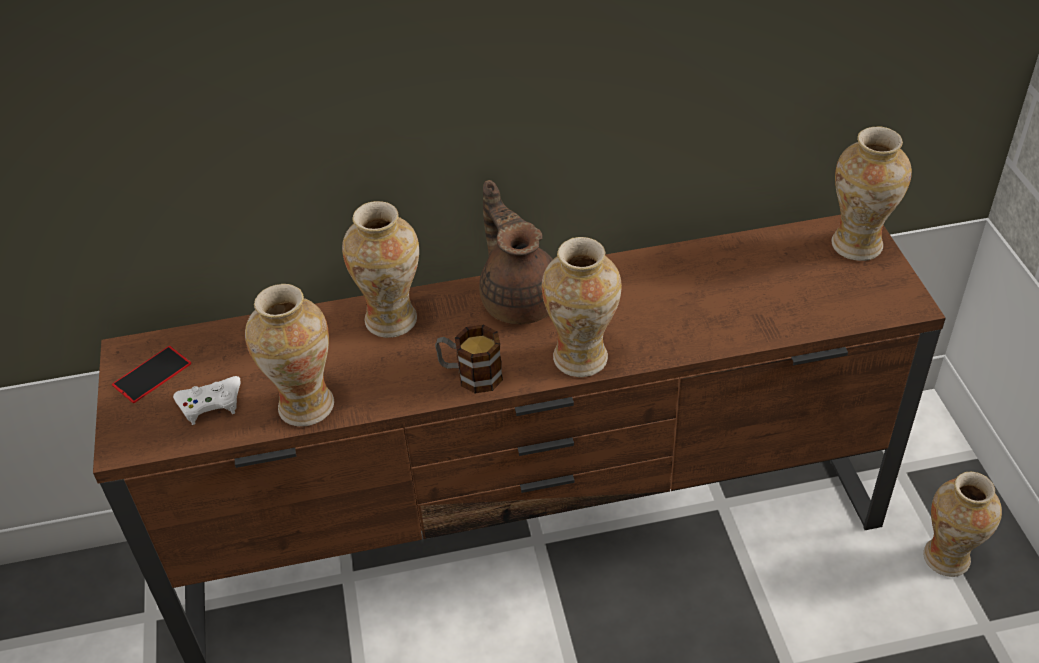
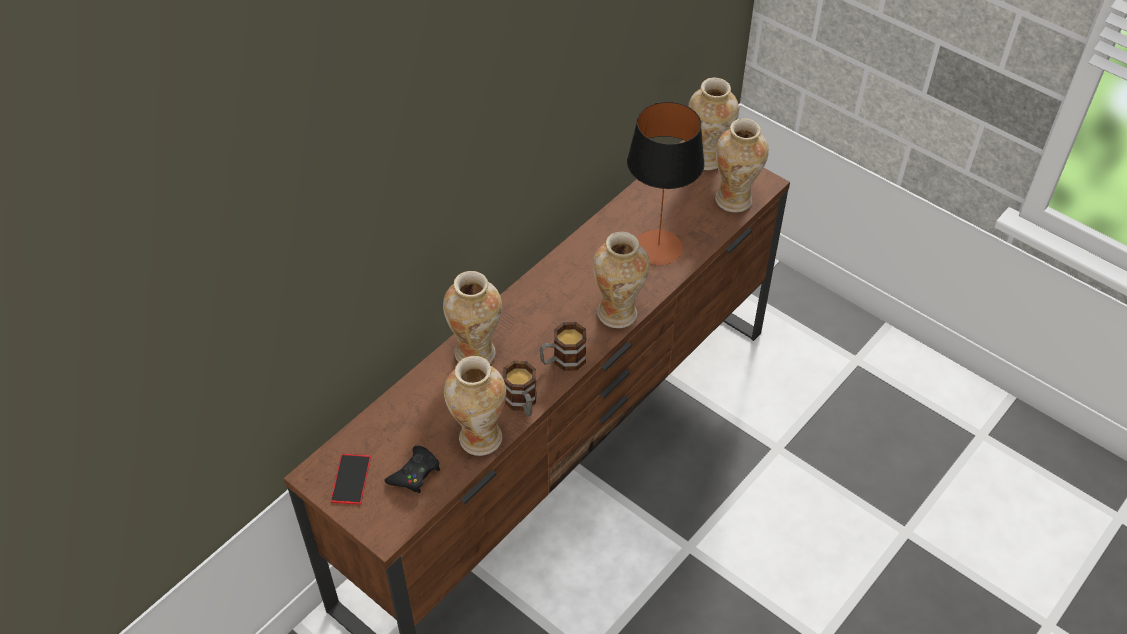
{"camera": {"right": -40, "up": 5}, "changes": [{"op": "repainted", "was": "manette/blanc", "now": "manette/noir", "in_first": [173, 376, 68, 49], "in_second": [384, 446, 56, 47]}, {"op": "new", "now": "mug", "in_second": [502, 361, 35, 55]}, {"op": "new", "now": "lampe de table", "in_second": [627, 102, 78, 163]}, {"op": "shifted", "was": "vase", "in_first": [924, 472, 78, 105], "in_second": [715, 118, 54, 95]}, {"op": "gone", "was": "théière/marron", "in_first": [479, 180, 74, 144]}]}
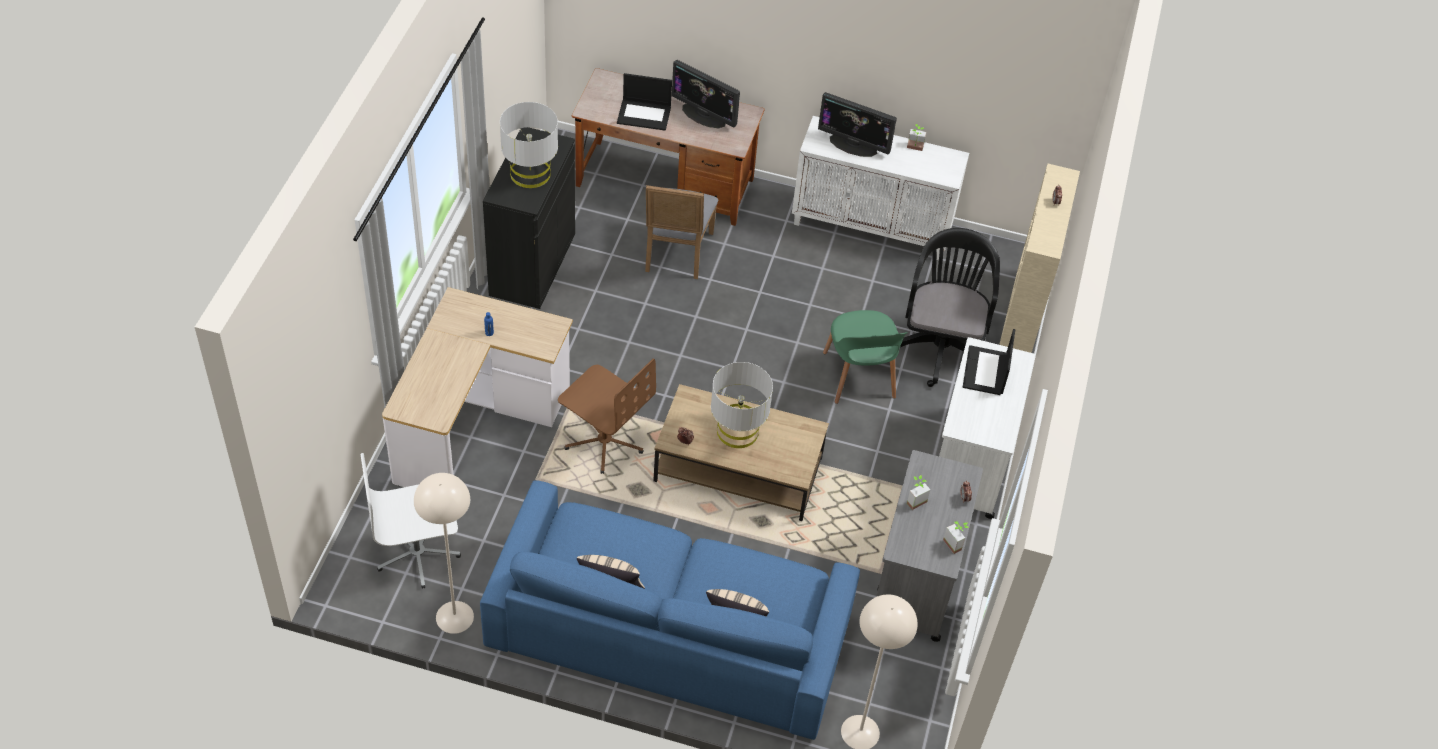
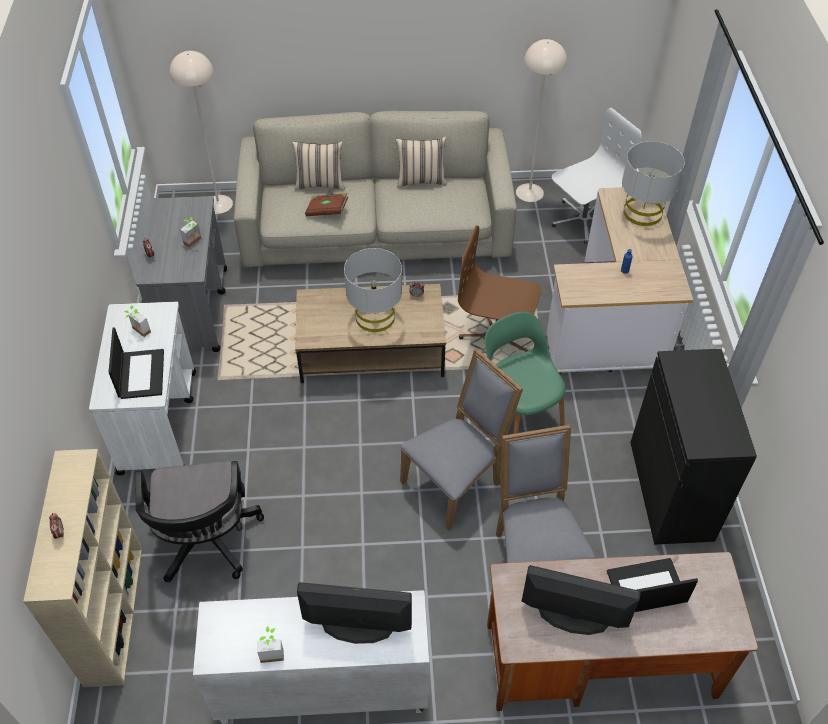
{"camera": {"right": 165, "up": 0}, "changes": [{"op": "shifted", "was": "plante en pot", "in_first": [943, 521, 26, 33], "in_second": [124, 305, 27, 32]}, {"op": "repainted", "was": "canapé/bleu", "now": "canapé/beige", "in_first": [480, 480, 380, 260], "in_second": [234, 111, 283, 156]}, {"op": "new", "now": "livre/marron", "in_second": [305, 193, 43, 23]}, {"op": "new", "now": "chaise/gris", "in_second": [400, 349, 123, 182]}, {"op": "shifted", "was": "chaise/vert", "in_first": [823, 310, 85, 94], "in_second": [485, 312, 80, 122]}, {"op": "shifted", "was": "lampe de table/gris", "in_first": [500, 102, 58, 86], "in_second": [622, 141, 63, 85]}]}
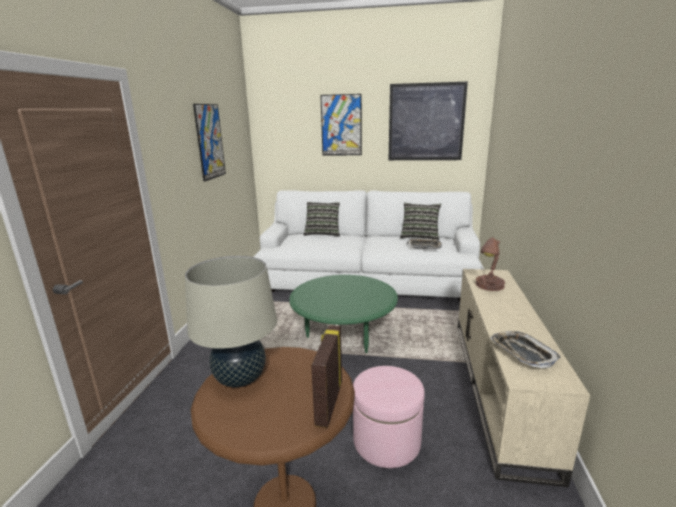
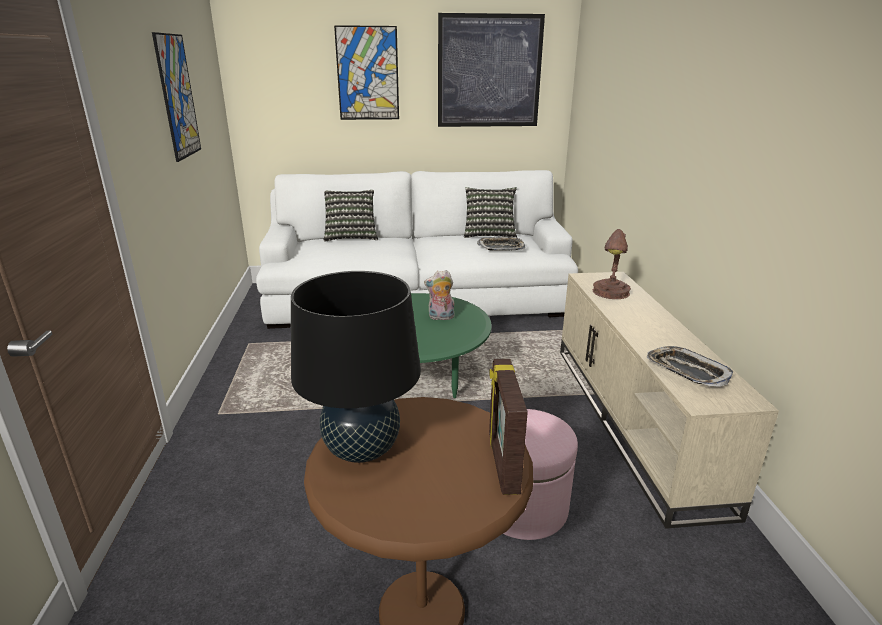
{"camera": {"right": -15, "up": 5}, "changes": [{"op": "repainted", "was": "lampe de table/beige", "now": "lampe de table/noir", "in_first": [185, 256, 92, 132], "in_second": [291, 271, 130, 192]}, {"op": "new", "now": "peluche", "in_second": [424, 270, 31, 50]}]}
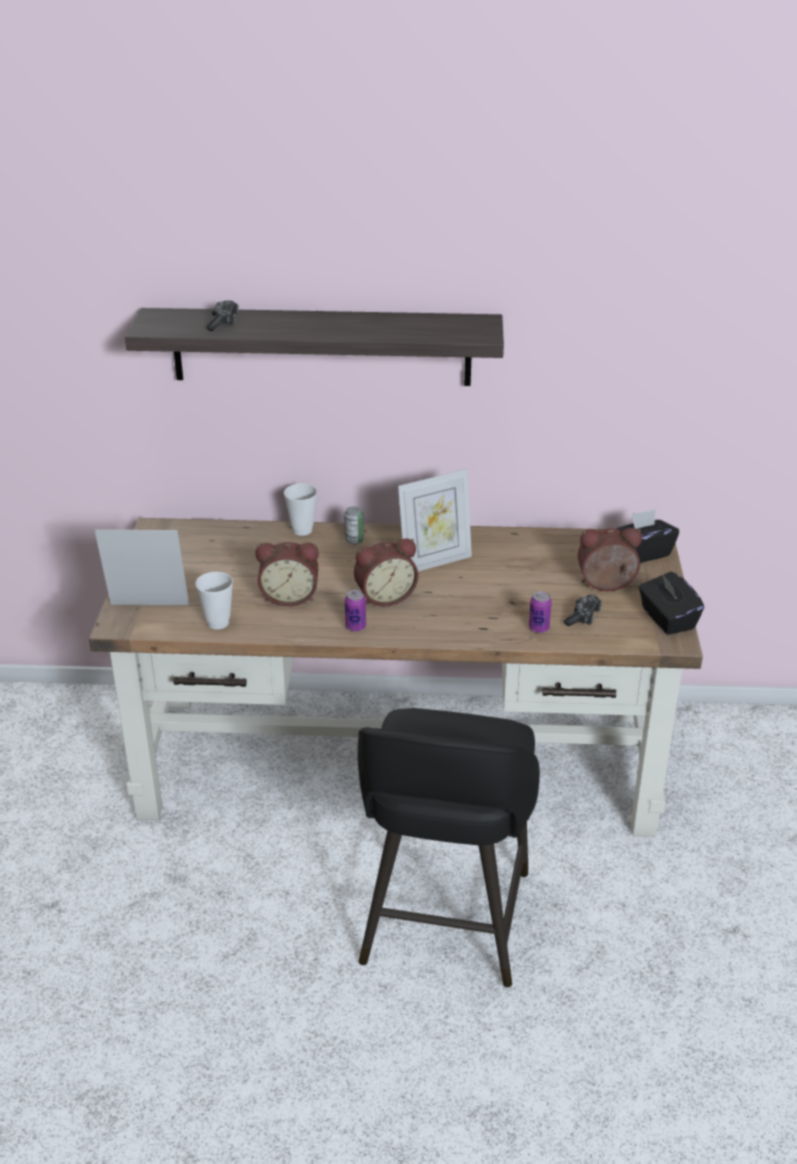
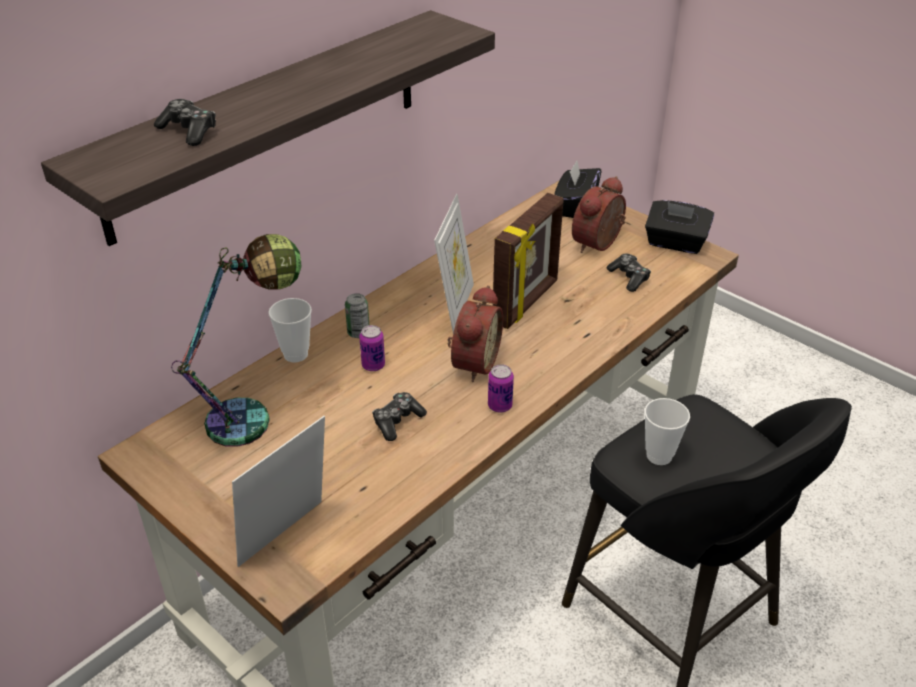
{"camera": {"right": -50, "up": 5}, "changes": [{"op": "new", "now": "lampe de table", "in_second": [171, 234, 131, 213]}, {"op": "shifted", "was": "boîte métallique", "in_first": [529, 591, 23, 42], "in_second": [359, 325, 26, 46]}, {"op": "swapped", "was": "réveil", "now": "manette", "in_first": [256, 542, 63, 64], "in_second": [372, 392, 55, 49]}, {"op": "new", "now": "cadre photo", "in_second": [493, 193, 71, 136]}, {"op": "shifted", "was": "tasse", "in_first": [195, 572, 38, 57], "in_second": [644, 398, 46, 67]}]}
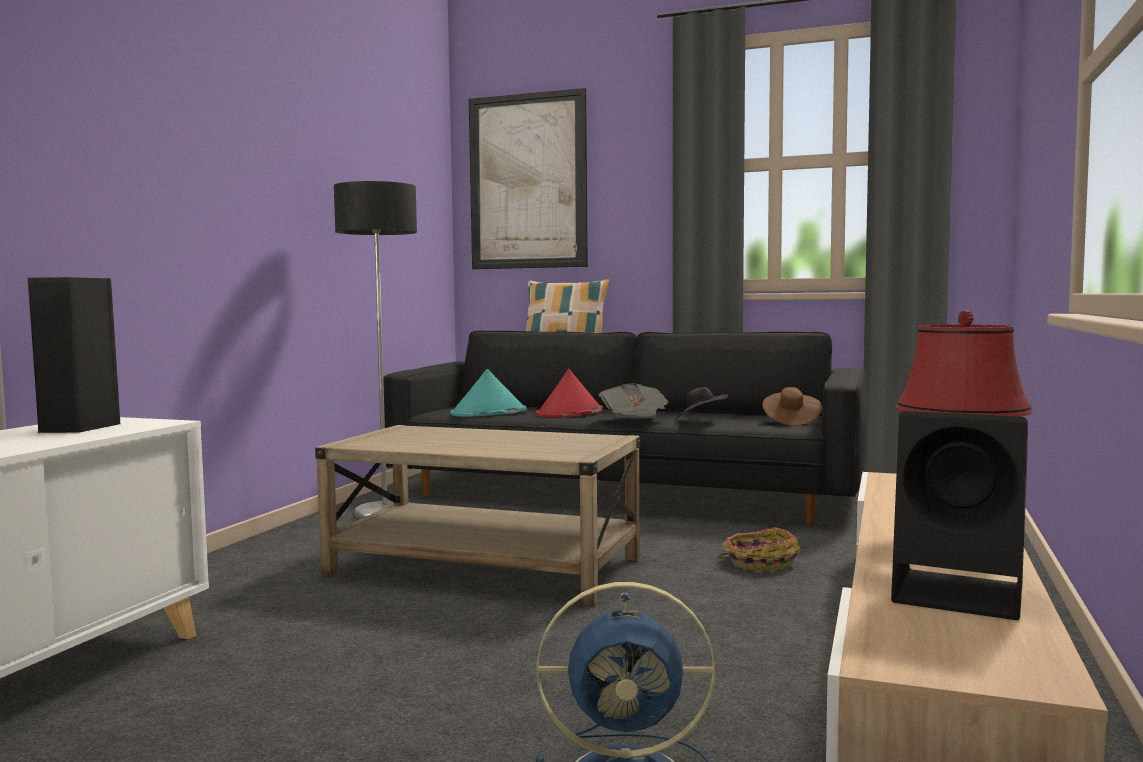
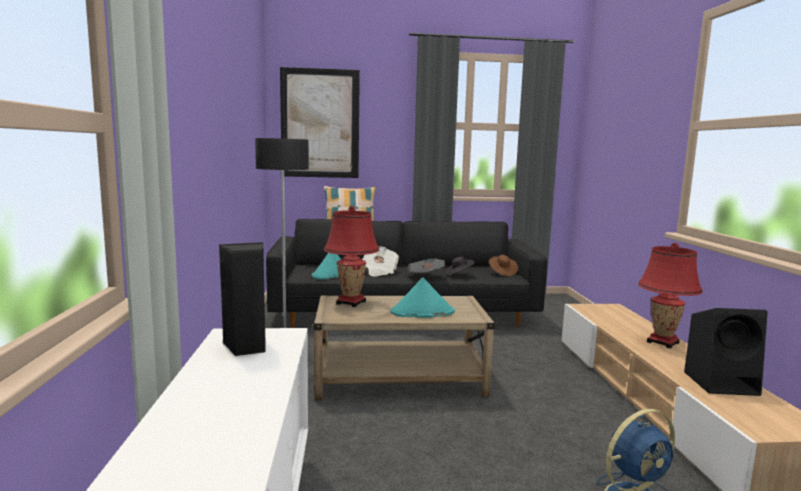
{"camera": {"right": -25, "up": 5}, "changes": [{"op": "new", "now": "lampe de table/rouge", "in_second": [324, 206, 55, 101]}, {"op": "swapped", "was": "chapeau/rouge", "now": "journal", "in_first": [536, 369, 67, 49], "in_second": [362, 246, 37, 30]}, {"op": "new", "now": "chapeau/turquoise", "in_second": [391, 277, 64, 41]}, {"op": "gone", "was": "panier", "in_first": [717, 527, 84, 44]}]}
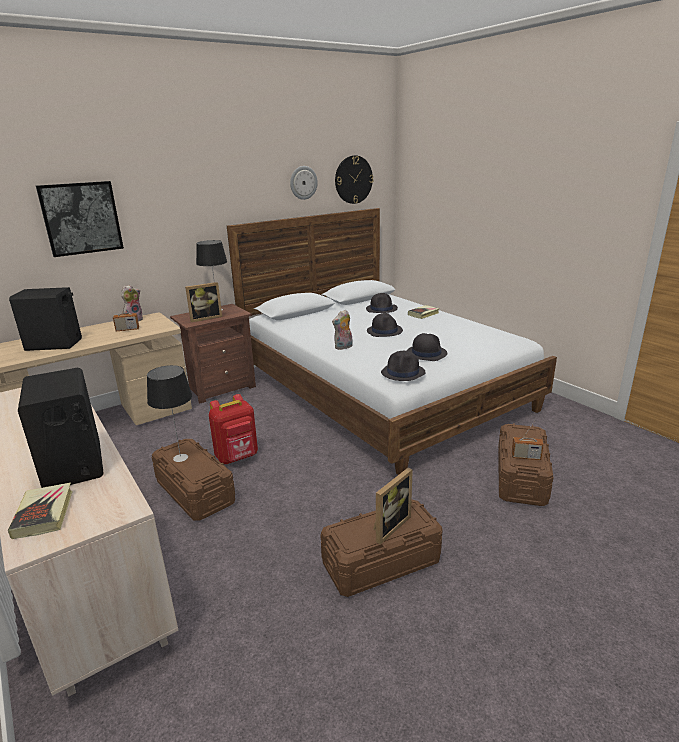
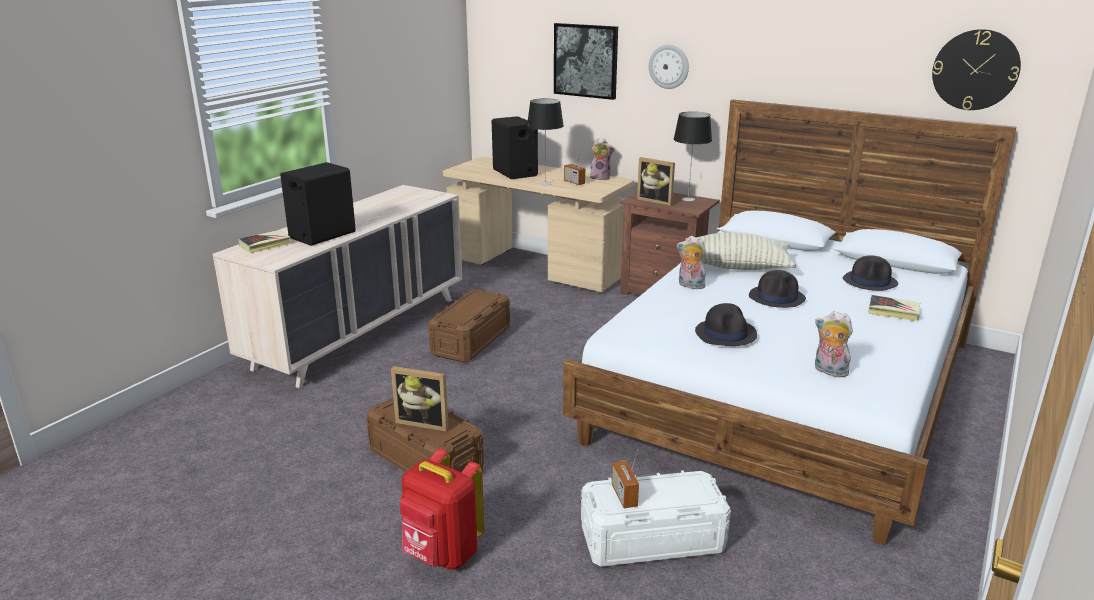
{"camera": {"right": 65, "up": 0}, "changes": [{"op": "shifted", "was": "sac à dos/rouge", "in_first": [209, 394, 49, 70], "in_second": [400, 449, 84, 121]}, {"op": "shifted", "was": "lampe de table", "in_first": [147, 365, 46, 97], "in_second": [527, 98, 37, 87]}, {"op": "repainted", "was": "boîte de rangement/marron", "now": "boîte de rangement/blanc", "in_first": [498, 423, 56, 83], "in_second": [581, 470, 150, 97]}, {"op": "shifted", "was": "horloge murale", "in_first": [290, 166, 28, 34], "in_second": [649, 45, 40, 44]}, {"op": "new", "now": "coussin", "in_second": [685, 232, 111, 38]}, {"op": "new", "now": "peluche", "in_second": [815, 311, 38, 67]}, {"op": "gone", "was": "chapeau/noir", "in_first": [381, 351, 45, 30]}]}
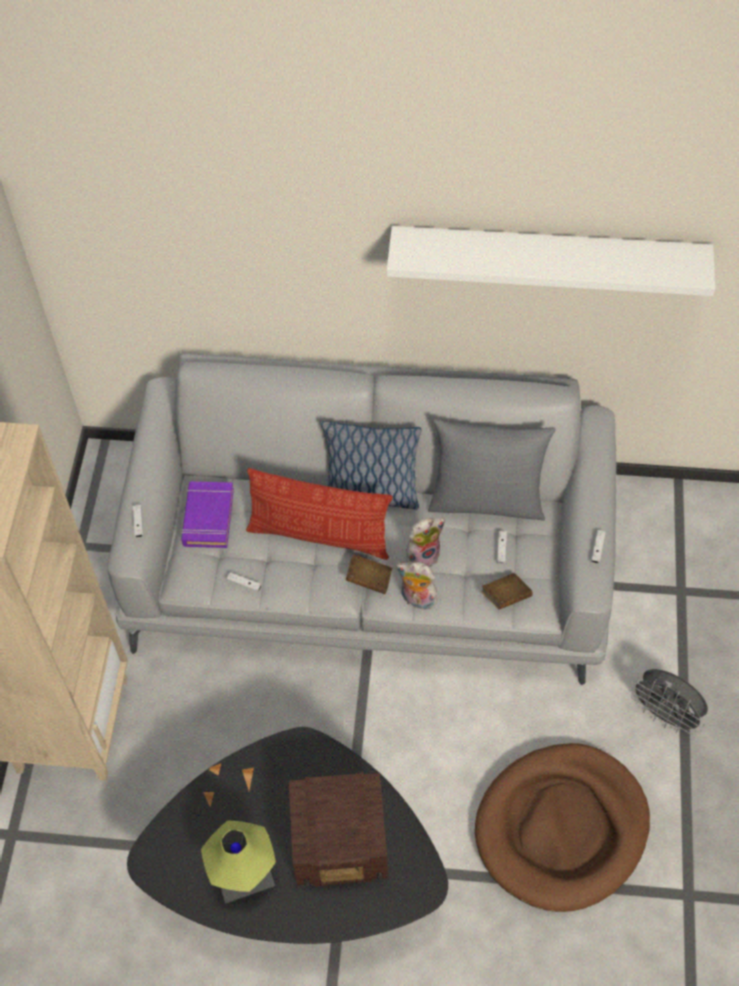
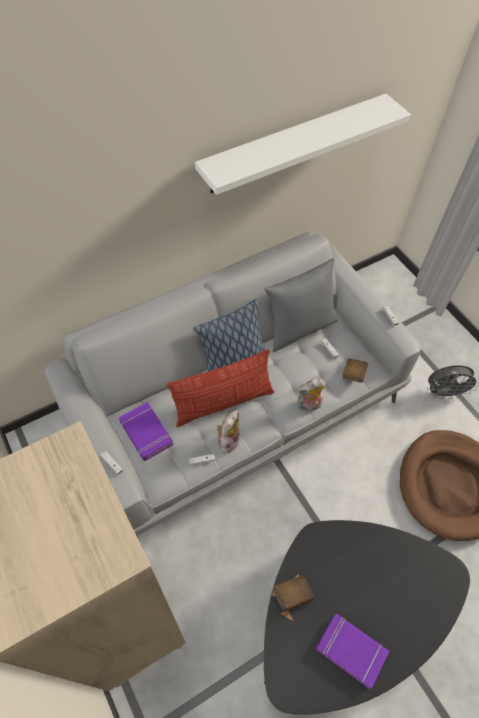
{"camera": {"right": -40, "up": 0}, "changes": [{"op": "shifted", "was": "peluche", "in_first": [406, 518, 39, 49], "in_second": [217, 410, 23, 44]}, {"op": "shifted", "was": "livre/marron", "in_first": [346, 554, 46, 40], "in_second": [273, 575, 41, 37]}, {"op": "swapped", "was": "lampe de table", "now": "livre/violet", "in_first": [201, 820, 75, 84], "in_second": [315, 614, 74, 75]}, {"op": "gone", "was": "radio", "in_first": [289, 772, 99, 115]}]}
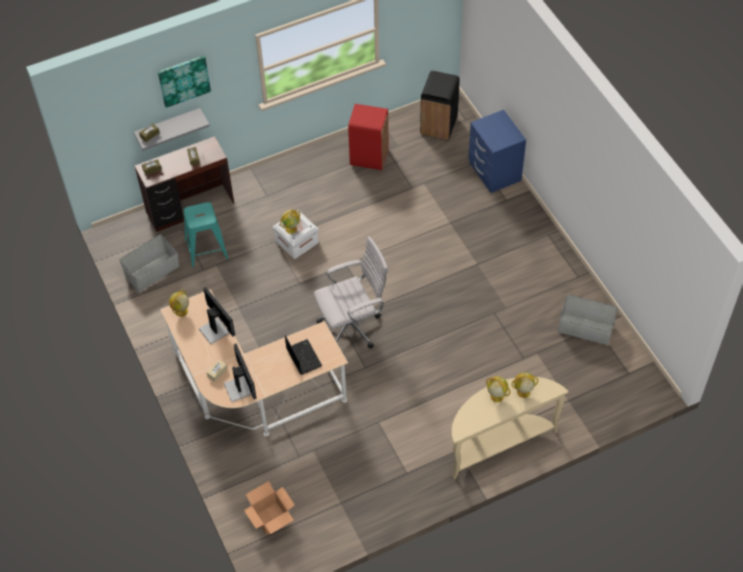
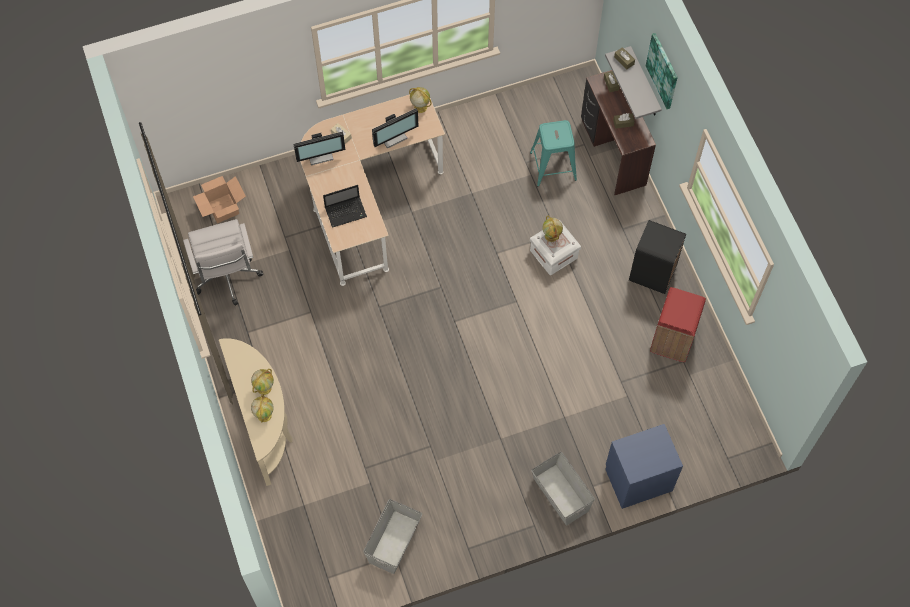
{"camera": {"right": 95, "up": 10}, "changes": [{"op": "shifted", "was": "chaise de bureau/blanc", "in_first": [314, 236, 74, 112], "in_second": [183, 219, 80, 87]}, {"op": "shifted", "was": "boîte de rangement/gris", "in_first": [119, 234, 60, 58], "in_second": [532, 452, 63, 73]}, {"op": "shifted", "was": "poubelle/noir", "in_first": [420, 71, 40, 70], "in_second": [629, 220, 57, 74]}]}
